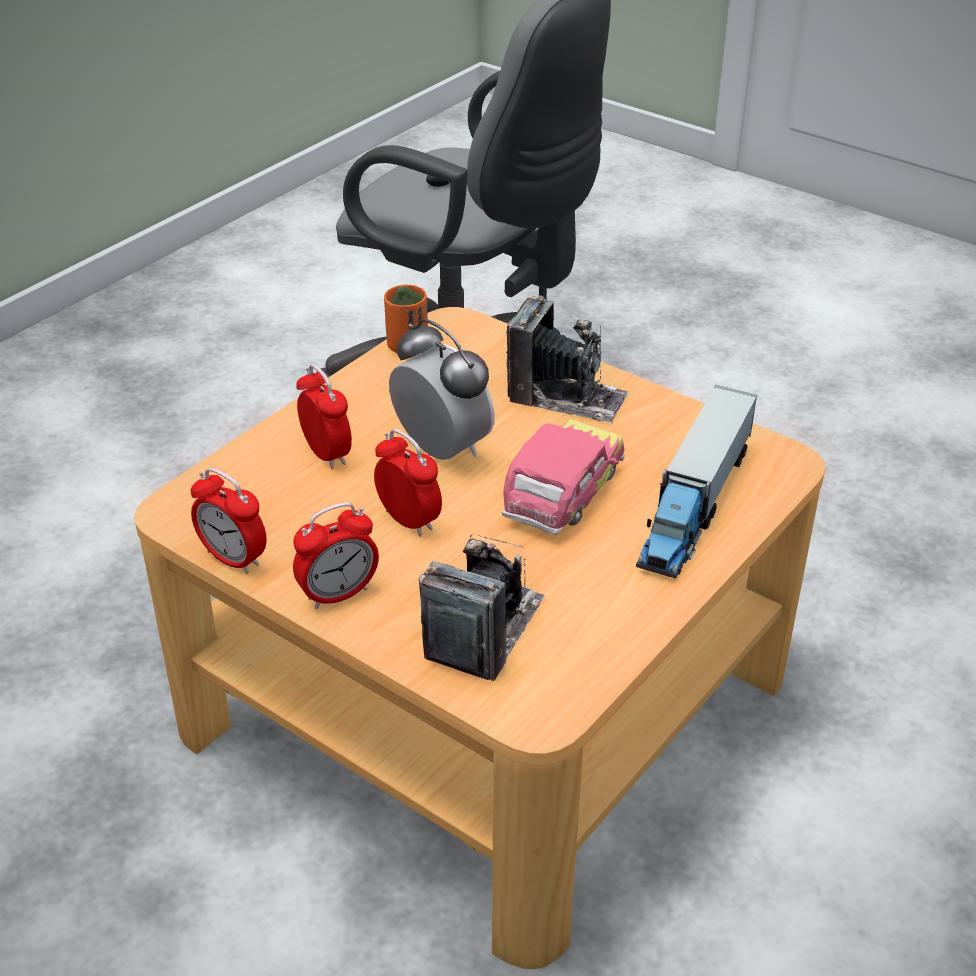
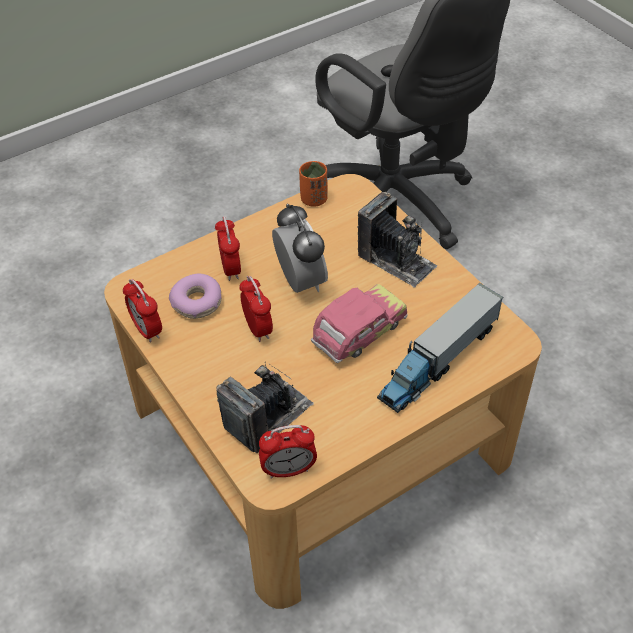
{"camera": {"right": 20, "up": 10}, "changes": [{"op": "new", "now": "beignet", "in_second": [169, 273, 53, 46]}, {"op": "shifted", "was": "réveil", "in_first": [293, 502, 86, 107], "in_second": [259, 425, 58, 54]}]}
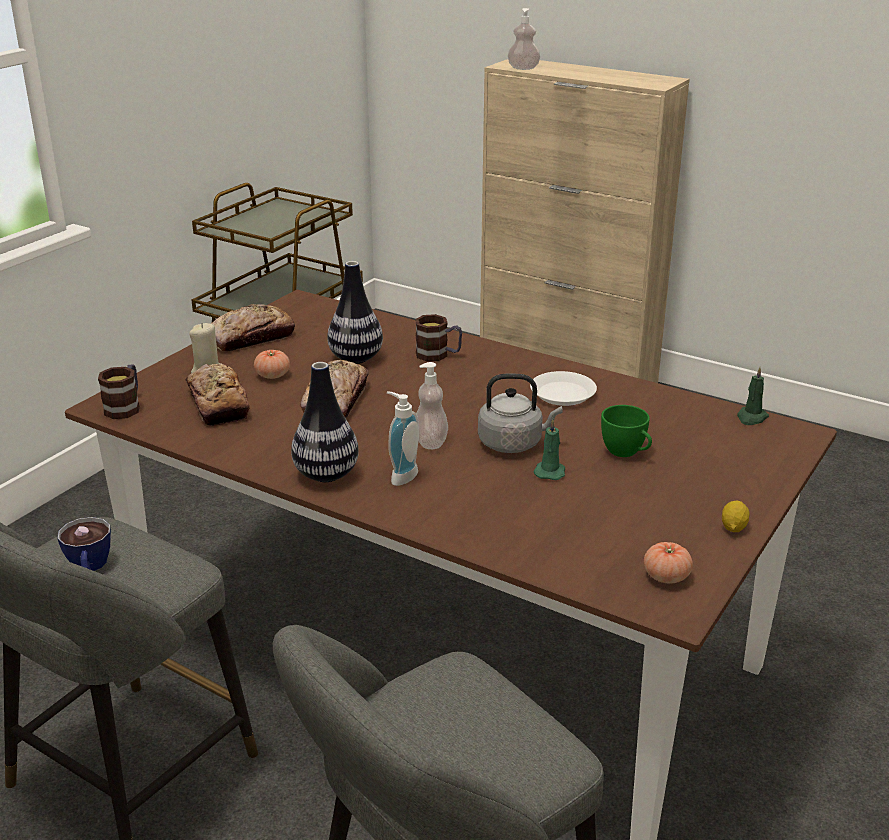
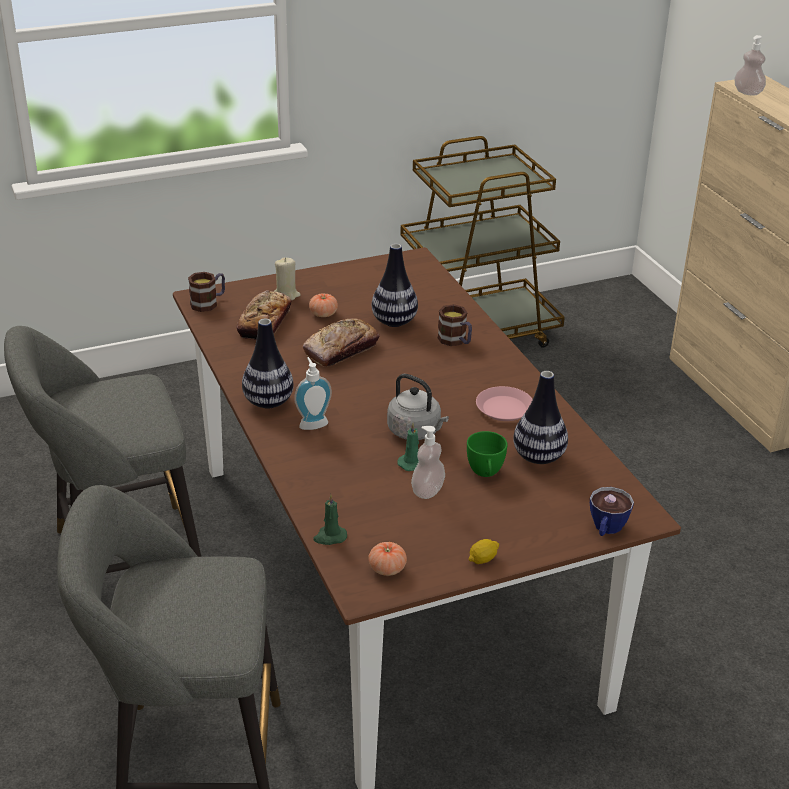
{"camera": {"right": 35, "up": 5}, "changes": [{"op": "shifted", "was": "bougie/vert", "in_first": [737, 367, 32, 58], "in_second": [313, 494, 34, 51]}, {"op": "shifted", "was": "distributeur de savon", "in_first": [416, 362, 32, 87], "in_second": [411, 426, 34, 73]}, {"op": "repainted", "was": "assiette/blanc", "now": "assiette/rose", "in_first": [530, 371, 67, 35], "in_second": [476, 386, 57, 35]}, {"op": "new", "now": "vase", "in_second": [514, 371, 54, 93]}, {"op": "shifted", "was": "tasse", "in_first": [58, 517, 53, 54], "in_second": [590, 487, 44, 49]}, {"op": "gone", "was": "pain", "in_first": [211, 304, 84, 48]}]}
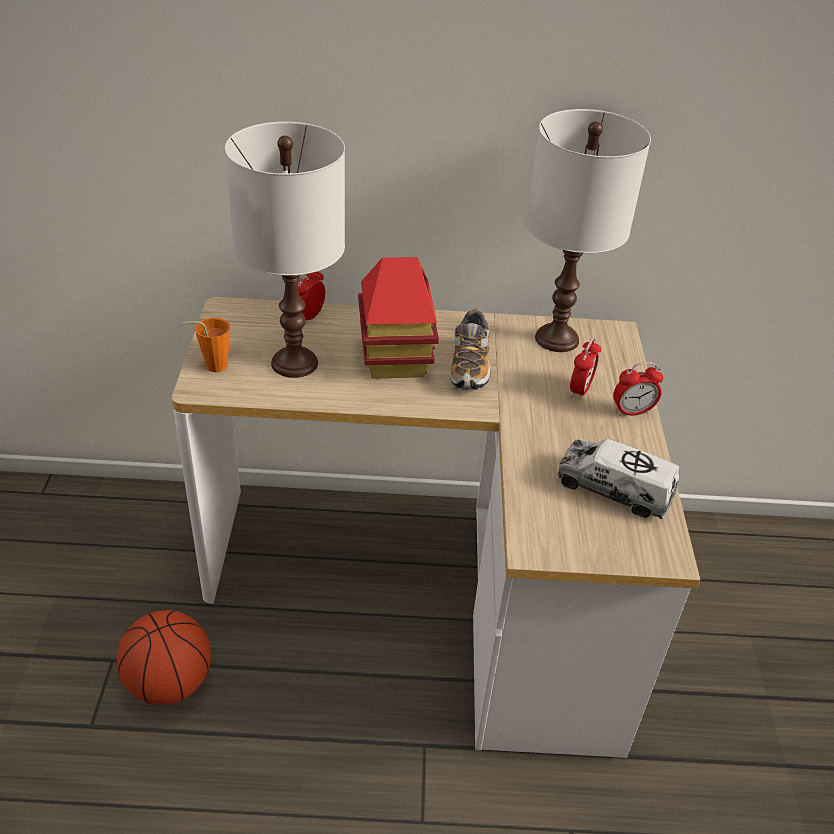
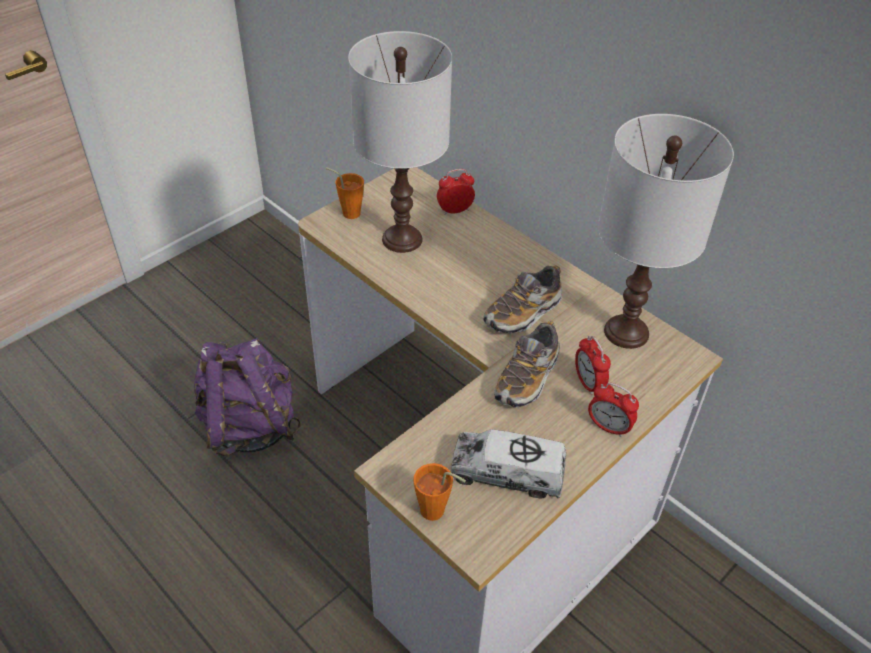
{"camera": {"right": 45, "up": 5}, "changes": [{"op": "swapped", "was": "ballon de basket", "now": "sac à dos/violet", "in_first": [117, 610, 94, 95], "in_second": [194, 338, 107, 118]}, {"op": "new", "now": "tasse/orange", "in_second": [413, 463, 53, 58]}, {"op": "rotated", "was": "camion jouet", "in_first": [558, 439, 121, 80], "in_second": [451, 429, 116, 70], "clockwise": -60}, {"op": "new", "now": "chaussure", "in_second": [494, 321, 65, 87]}, {"op": "rotated", "was": "réveil", "in_first": [570, 337, 31, 63], "in_second": [575, 335, 36, 60], "clockwise": 90}, {"op": "gone", "was": "maison miniature", "in_first": [358, 257, 81, 122]}]}
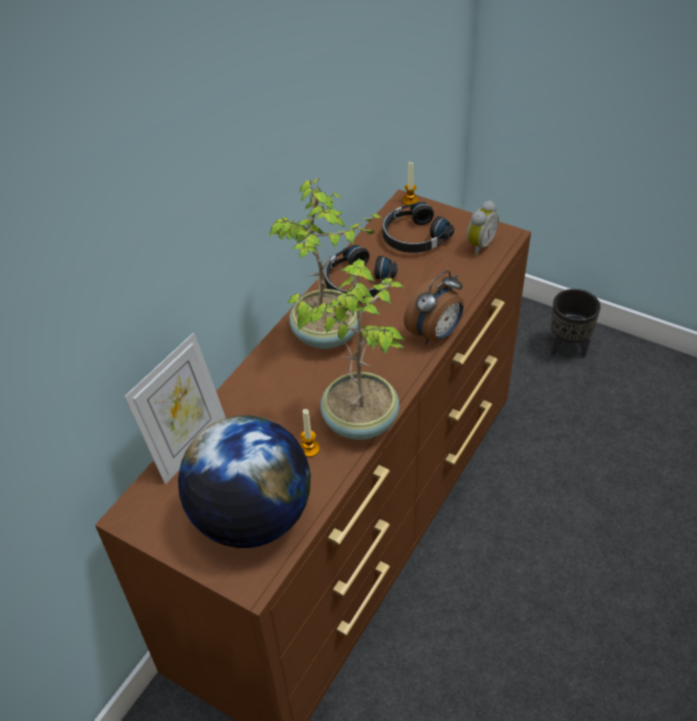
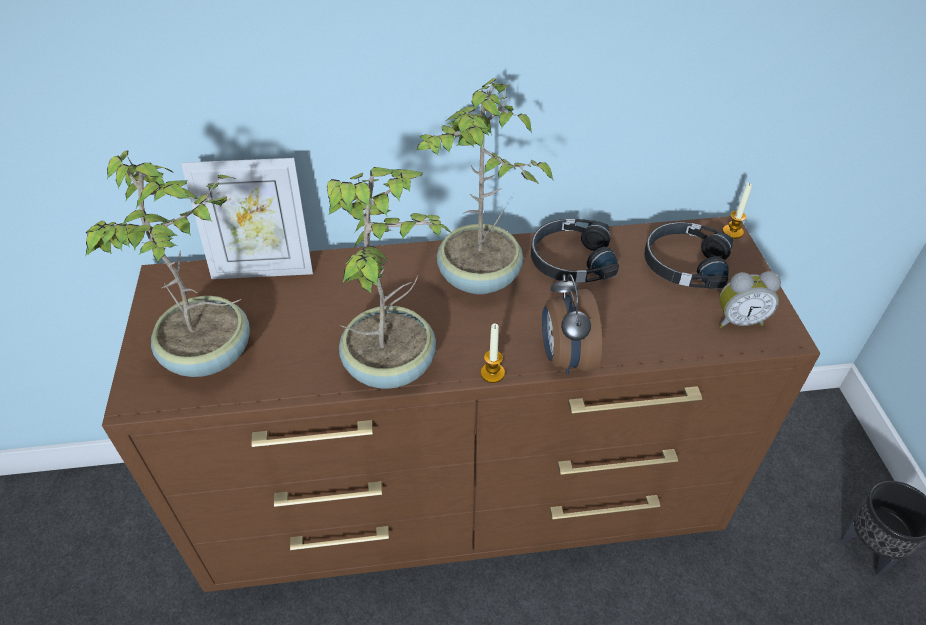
{"camera": {"right": 50, "up": 0}, "changes": [{"op": "swapped", "was": "globe", "now": "plante en pot", "in_first": [178, 415, 133, 133], "in_second": [85, 150, 165, 227]}, {"op": "shifted", "was": "bougie", "in_first": [300, 409, 20, 48], "in_second": [481, 323, 24, 60]}, {"op": "rotated", "was": "réveil", "in_first": [404, 271, 60, 73], "in_second": [542, 274, 60, 101], "clockwise": 75}]}
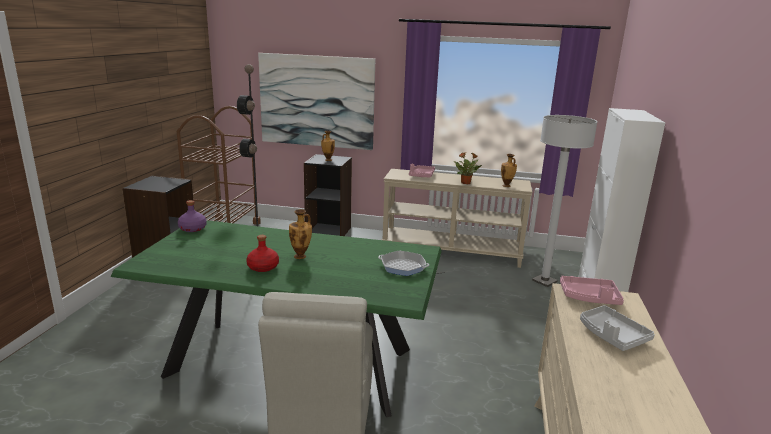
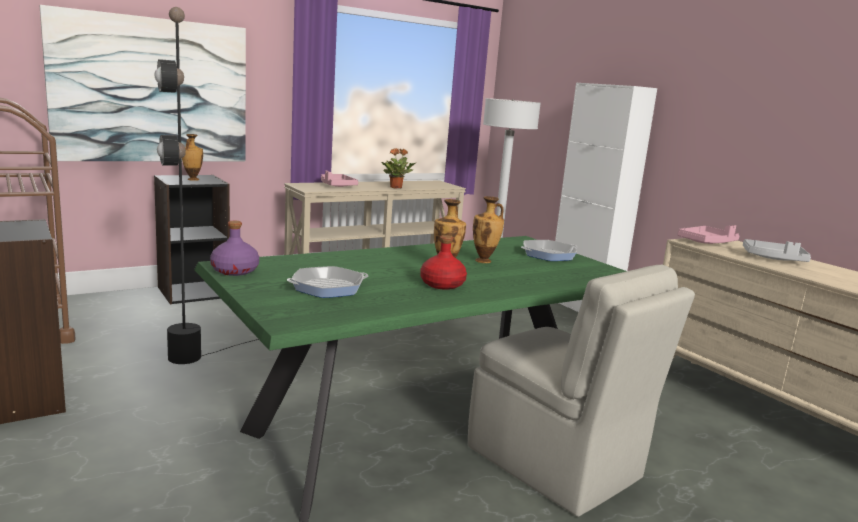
{"camera": {"right": -45, "up": -5}, "changes": [{"op": "new", "now": "poêle", "in_second": [287, 266, 81, 32]}, {"op": "shifted", "was": "vase", "in_first": [501, 154, 16, 33], "in_second": [473, 196, 31, 67]}]}
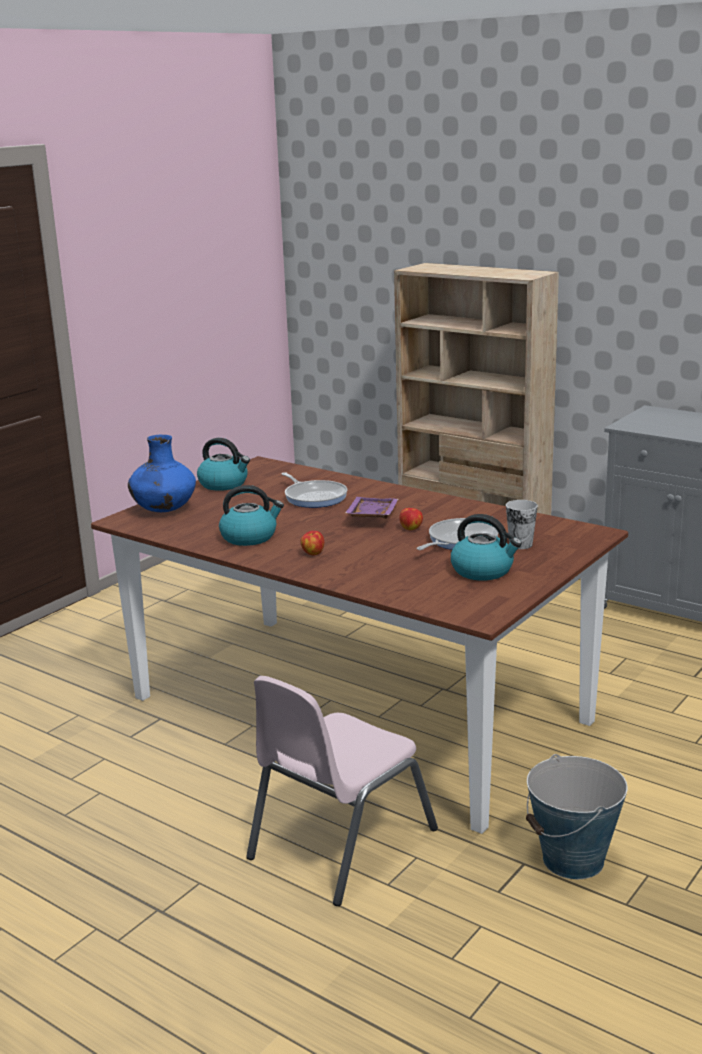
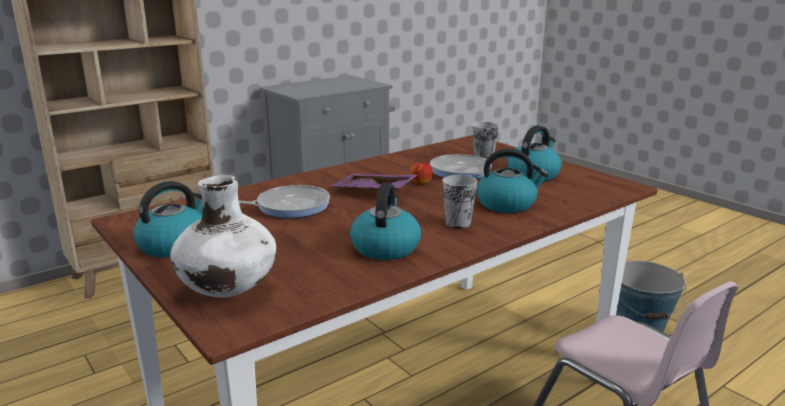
{"camera": {"right": -75, "up": 0}, "changes": [{"op": "repainted", "was": "vase/bleu", "now": "vase/blanc", "in_first": [128, 435, 68, 77], "in_second": [170, 175, 106, 122]}, {"op": "swapped", "was": "pomme", "now": "tasse", "in_first": [301, 531, 23, 24], "in_second": [443, 175, 34, 54]}, {"op": "new", "now": "bouilloire", "in_second": [476, 149, 73, 64]}]}
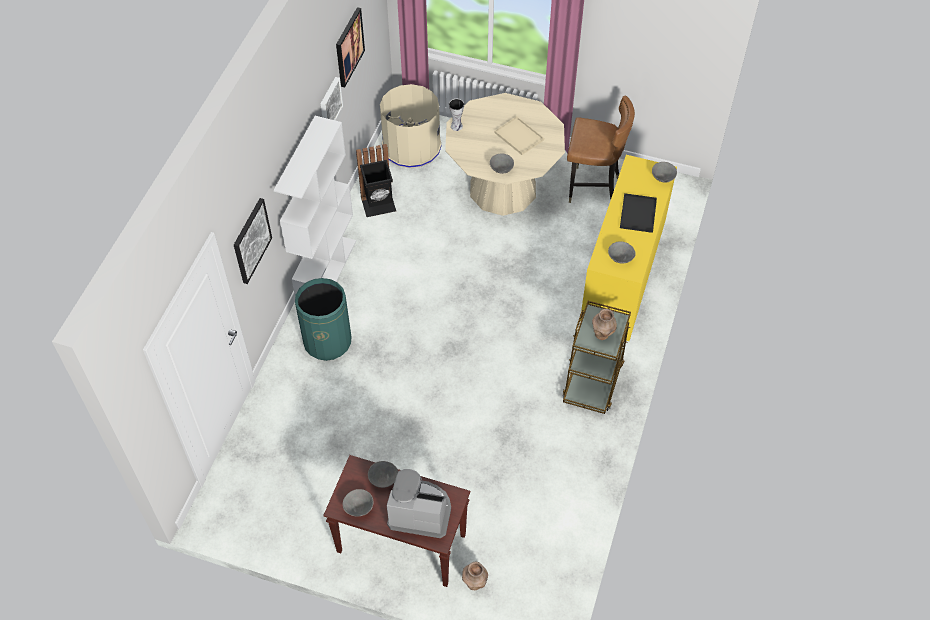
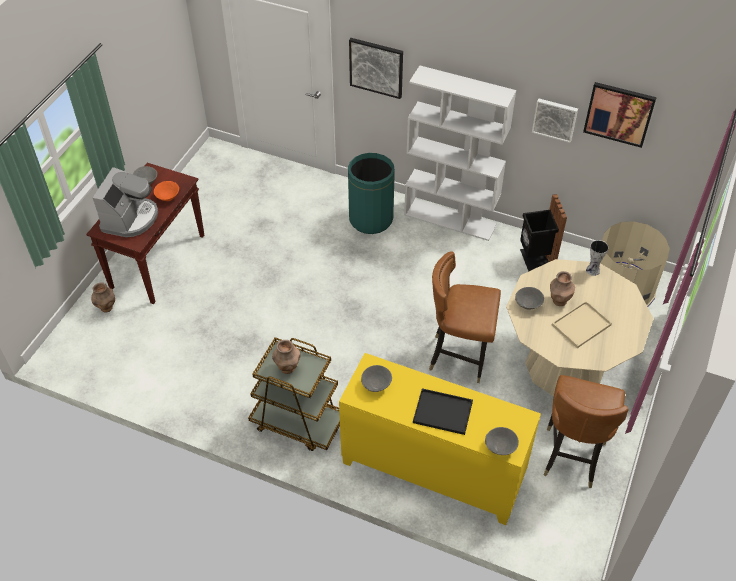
{"camera": {"right": 95, "up": -5}, "changes": [{"op": "repainted", "was": "bol/gris", "now": "bol/orange", "in_first": [368, 461, 30, 27], "in_second": [154, 181, 25, 20]}, {"op": "new", "now": "chaise/marron", "in_second": [429, 251, 72, 132]}, {"op": "new", "now": "vase/marron", "in_second": [550, 271, 25, 35]}]}
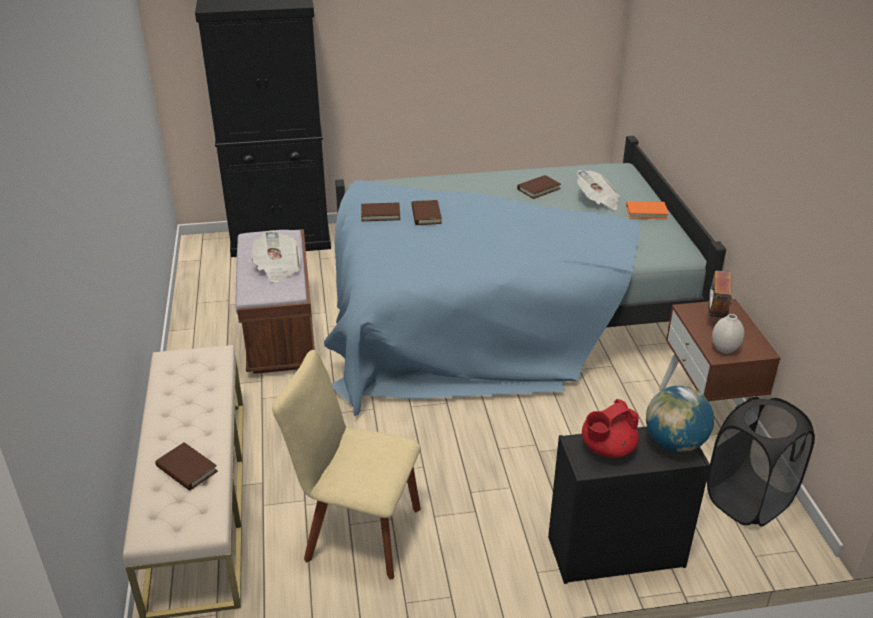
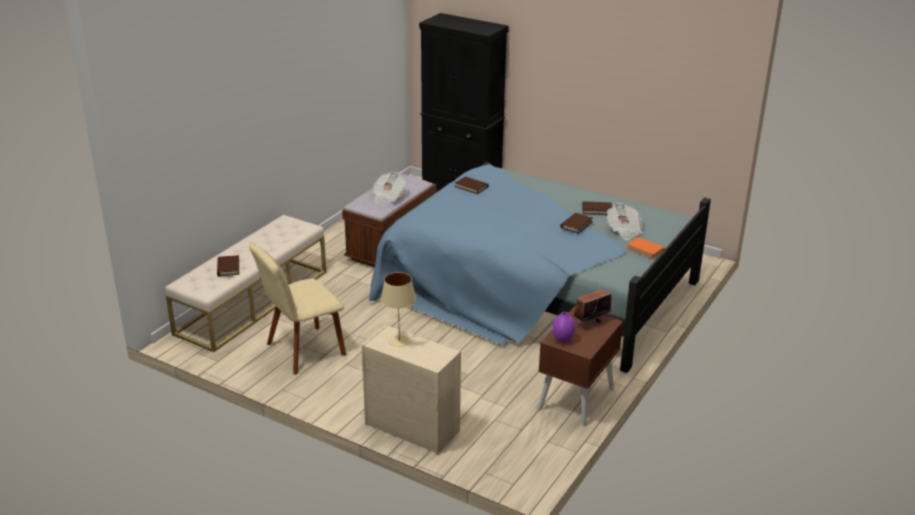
{"camera": {"right": 40, "up": -5}, "changes": [{"op": "rotated", "was": "chaise/beige", "in_first": [272, 350, 149, 229], "in_second": [249, 243, 97, 132], "clockwise": -90}, {"op": "repainted", "was": "commode/noir", "now": "commode/beige", "in_first": [548, 426, 162, 158], "in_second": [362, 324, 99, 130]}, {"op": "swapped", "was": "théière/rouge", "now": "lampe de table/beige", "in_first": [582, 399, 57, 59], "in_second": [381, 272, 35, 75]}, {"op": "repainted", "was": "vase/blanc", "now": "vase/violet", "in_first": [712, 314, 32, 40], "in_second": [552, 312, 23, 31]}, {"op": "shifted", "was": "livre/marron", "in_first": [411, 200, 31, 25], "in_second": [560, 213, 33, 21]}, {"op": "gone", "was": "globe", "in_first": [646, 386, 68, 66]}, {"op": "gone", "was": "panier à linge/noir", "in_first": [707, 397, 108, 130]}]}
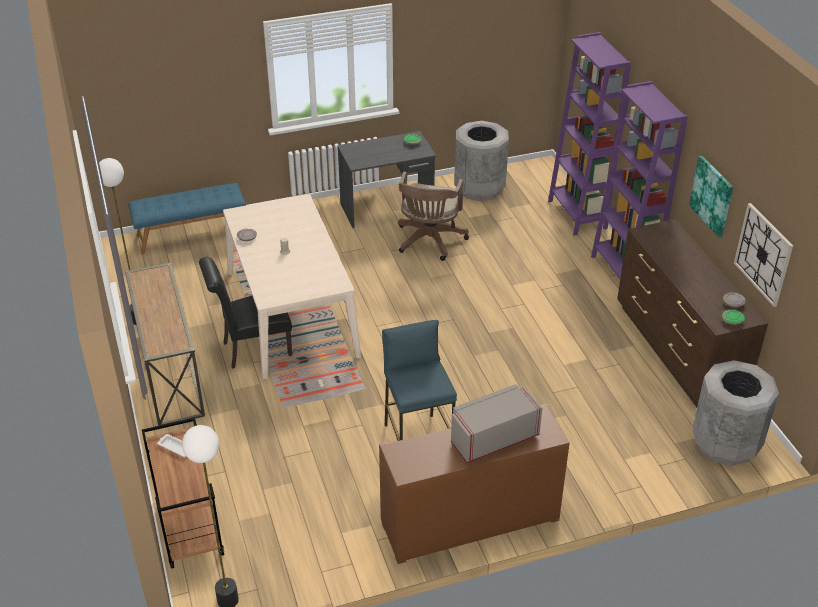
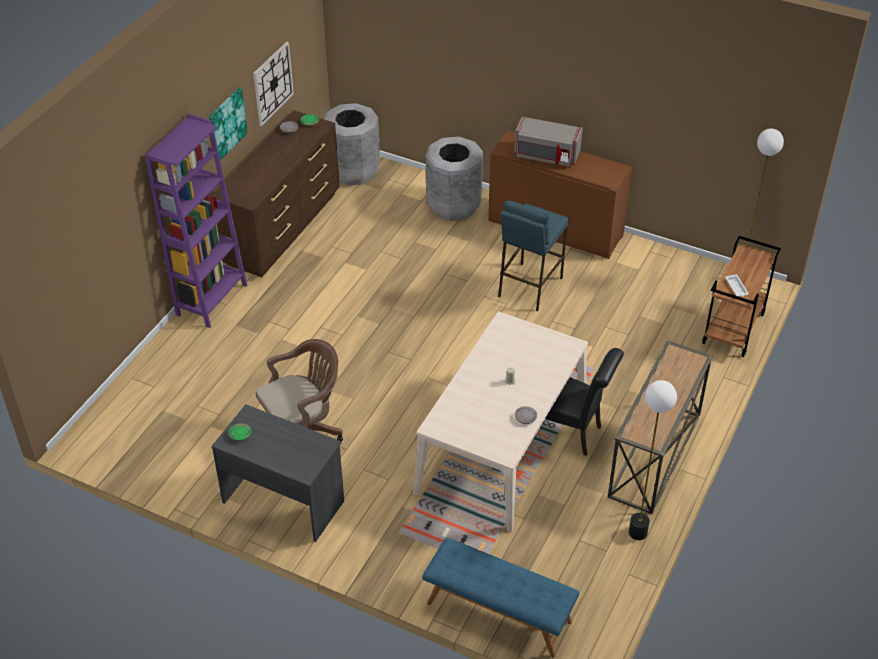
{"camera": {"right": -135, "up": 5}, "changes": [{"op": "shifted", "was": "poubelle/gris", "in_first": [455, 121, 54, 80], "in_second": [426, 137, 57, 84]}, {"op": "gone", "was": "bibliothèque/violet", "in_first": [548, 32, 83, 204]}]}
